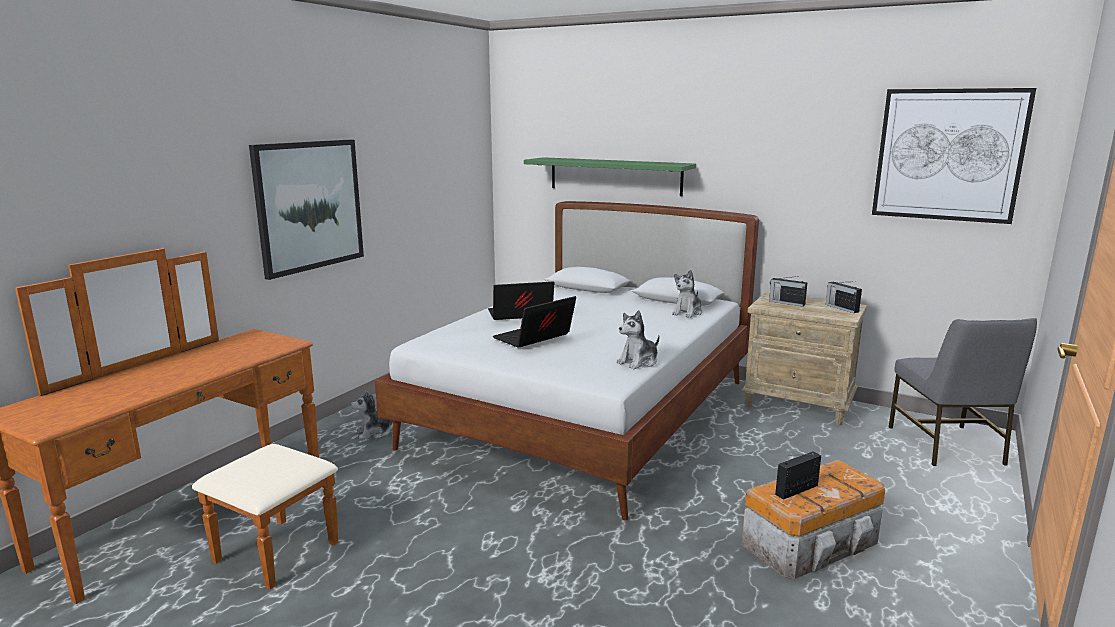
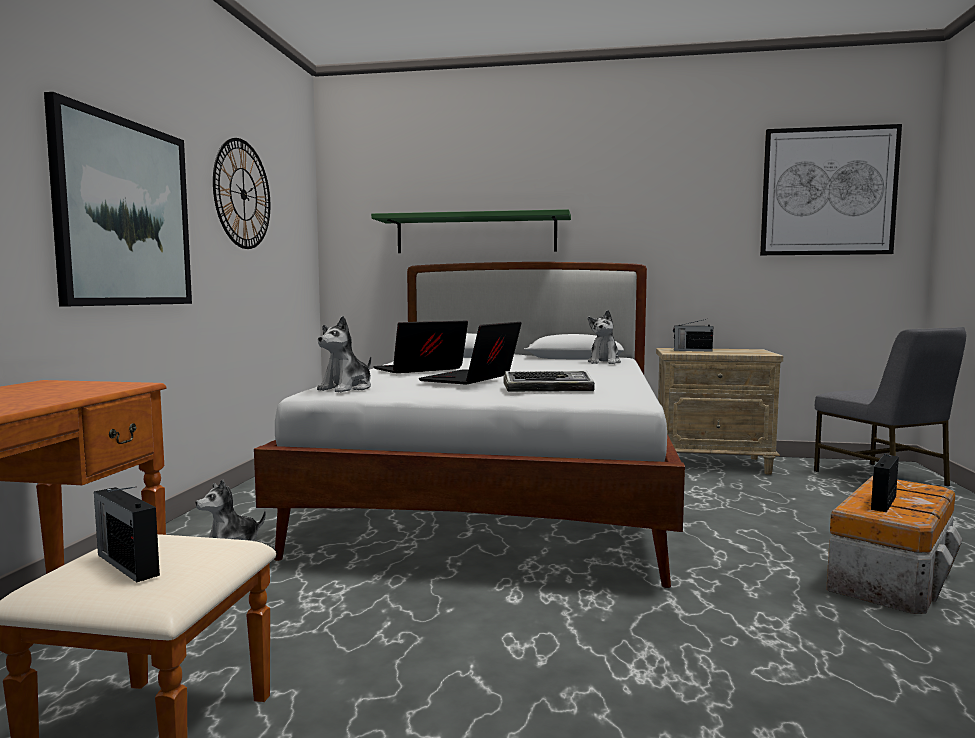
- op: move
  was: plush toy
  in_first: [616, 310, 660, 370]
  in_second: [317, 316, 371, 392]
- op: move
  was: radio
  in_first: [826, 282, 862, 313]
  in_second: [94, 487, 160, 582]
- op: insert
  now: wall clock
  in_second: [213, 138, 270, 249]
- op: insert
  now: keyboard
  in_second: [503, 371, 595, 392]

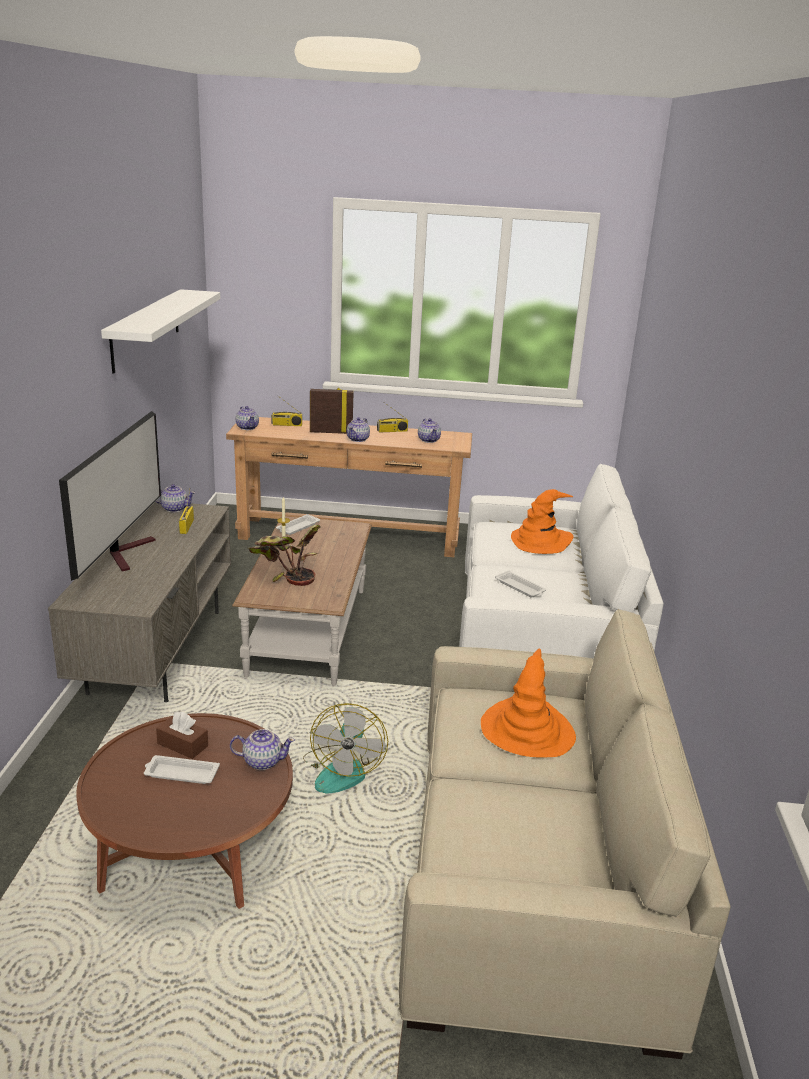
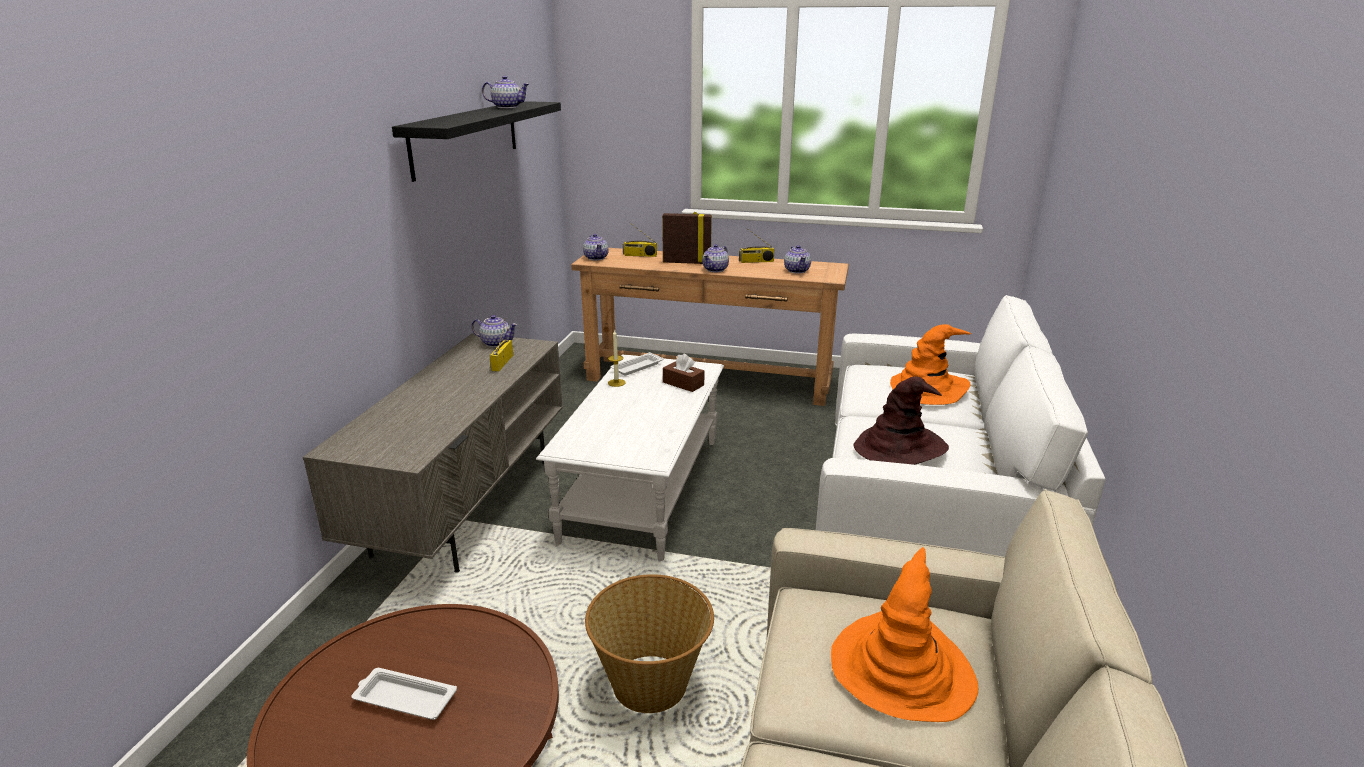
- op: delete
  was: television
  in_first: [59, 411, 161, 581]
- op: recolor
  was: white shelf
  now: black shelf
  in_first: [101, 289, 220, 374]
  in_second: [392, 101, 561, 182]
- op: move
  was: brown tissue box
  in_first: [156, 712, 208, 759]
  in_second: [663, 354, 704, 392]
- op: move
  was: teapot
  in_first: [230, 729, 295, 770]
  in_second: [482, 76, 529, 108]
- op: recolor
  was: brown coffee table
  now: white coffee table
  in_first: [232, 516, 372, 686]
  in_second: [536, 354, 724, 561]
- op: delete
  was: potted plant
  in_first: [248, 524, 321, 586]
- op: replace
  was: fan
  now: basket
  in_first: [303, 703, 388, 793]
  in_second: [585, 574, 714, 713]
- op: replace
  was: white tray
  now: brown hat
  in_first: [495, 571, 546, 598]
  in_second: [854, 376, 949, 465]

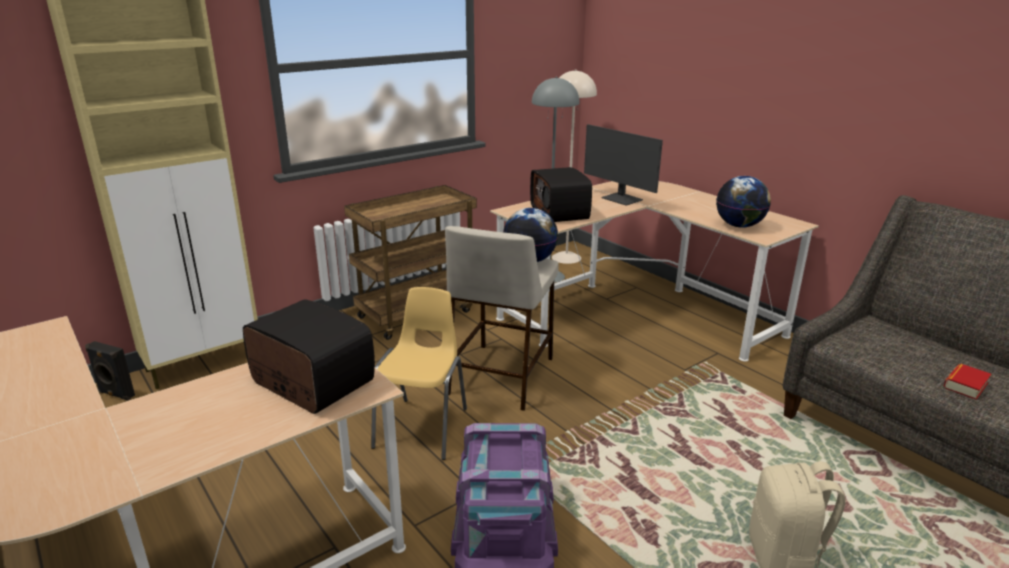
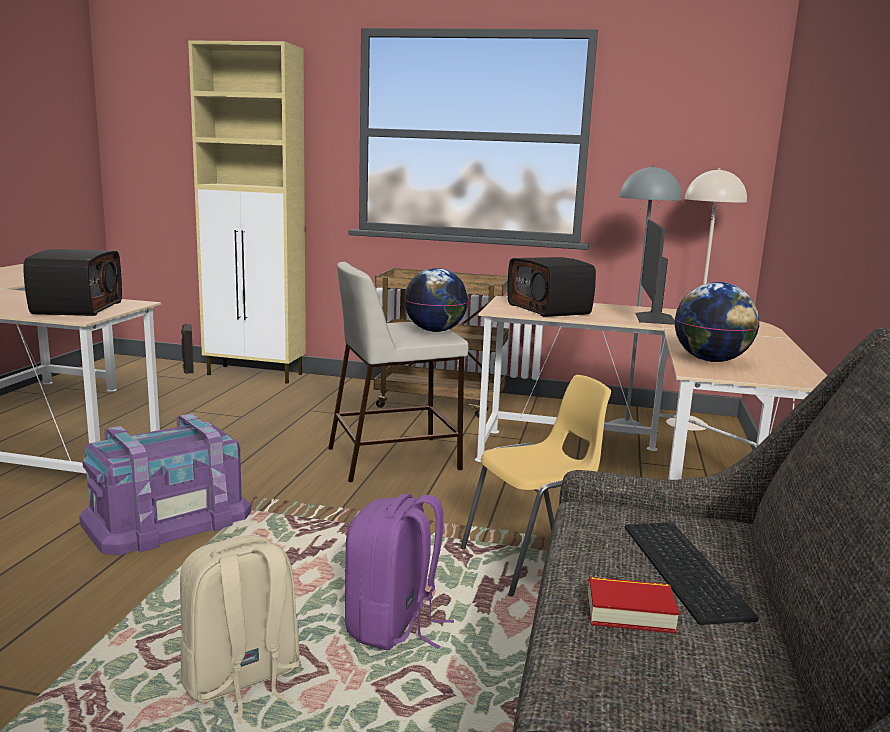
- op: move
  was: yellow chair
  in_first: [371, 287, 467, 460]
  in_second: [460, 375, 611, 596]
- op: rotate
  was: radio
  in_first: [530, 167, 592, 222]
  in_second: [507, 257, 596, 317]
  clockwise: -60
- op: insert
  now: purple backpack
  in_second: [345, 494, 454, 650]
- op: insert
  now: keyboard
  in_second: [625, 522, 759, 625]

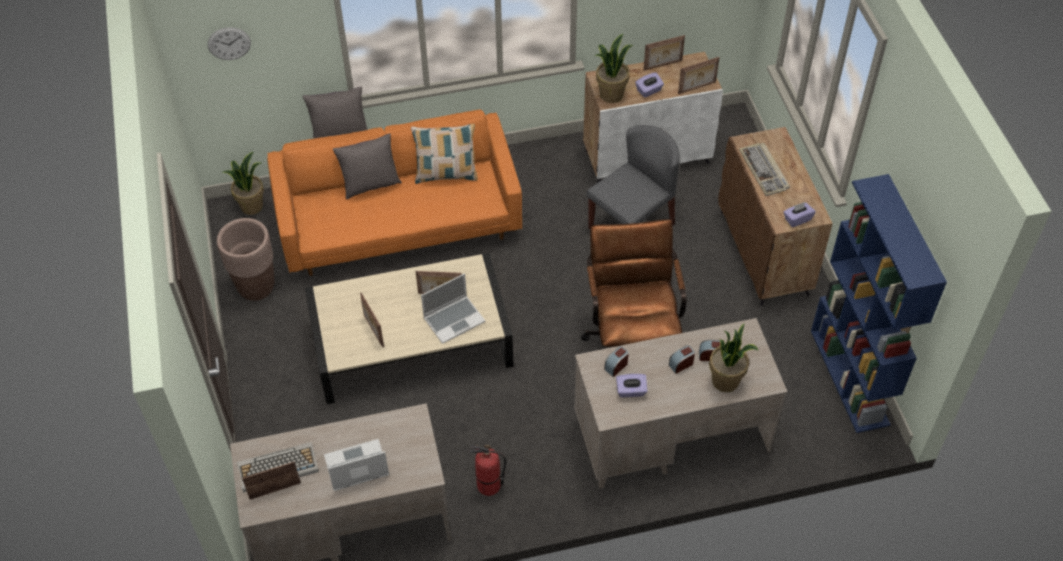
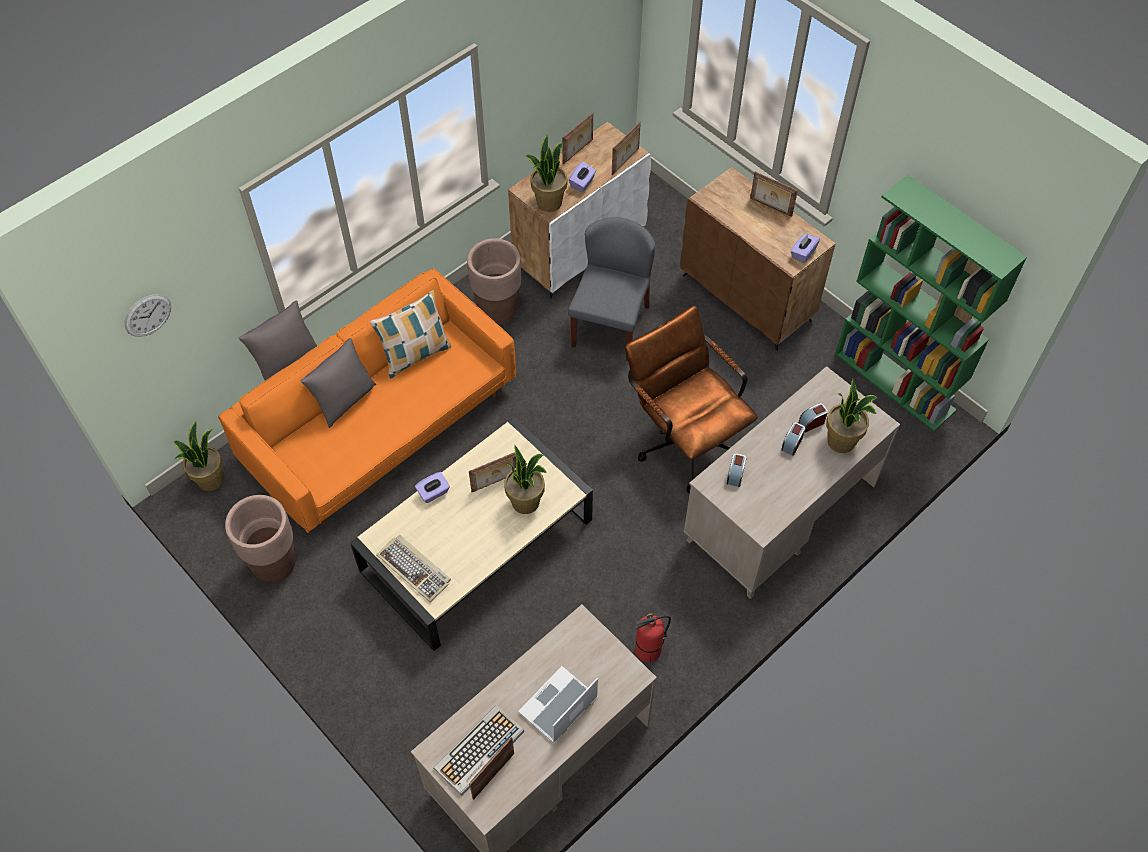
- op: move
  was: picture frame
  in_first: [360, 293, 384, 347]
  in_second: [750, 172, 798, 217]
- op: replace
  was: laptop
  now: potted plant
  in_first: [421, 273, 485, 344]
  in_second: [504, 445, 547, 514]
- op: move
  was: purple tissue box
  in_first: [616, 374, 647, 397]
  in_second: [415, 472, 450, 503]
- op: move
  was: keyboard
  in_first: [739, 143, 790, 196]
  in_second: [376, 535, 451, 602]
- op: recolor
  was: blue bookcase
  now: green bookcase
  in_first: [811, 174, 947, 433]
  in_second: [835, 175, 1027, 431]
- op: insert
  now: brown planter
  in_second: [467, 238, 521, 325]

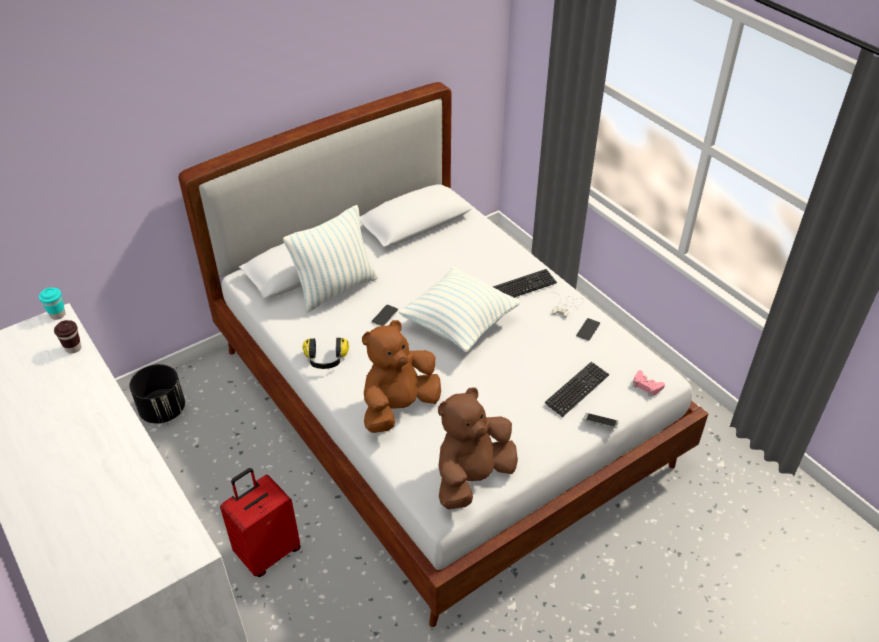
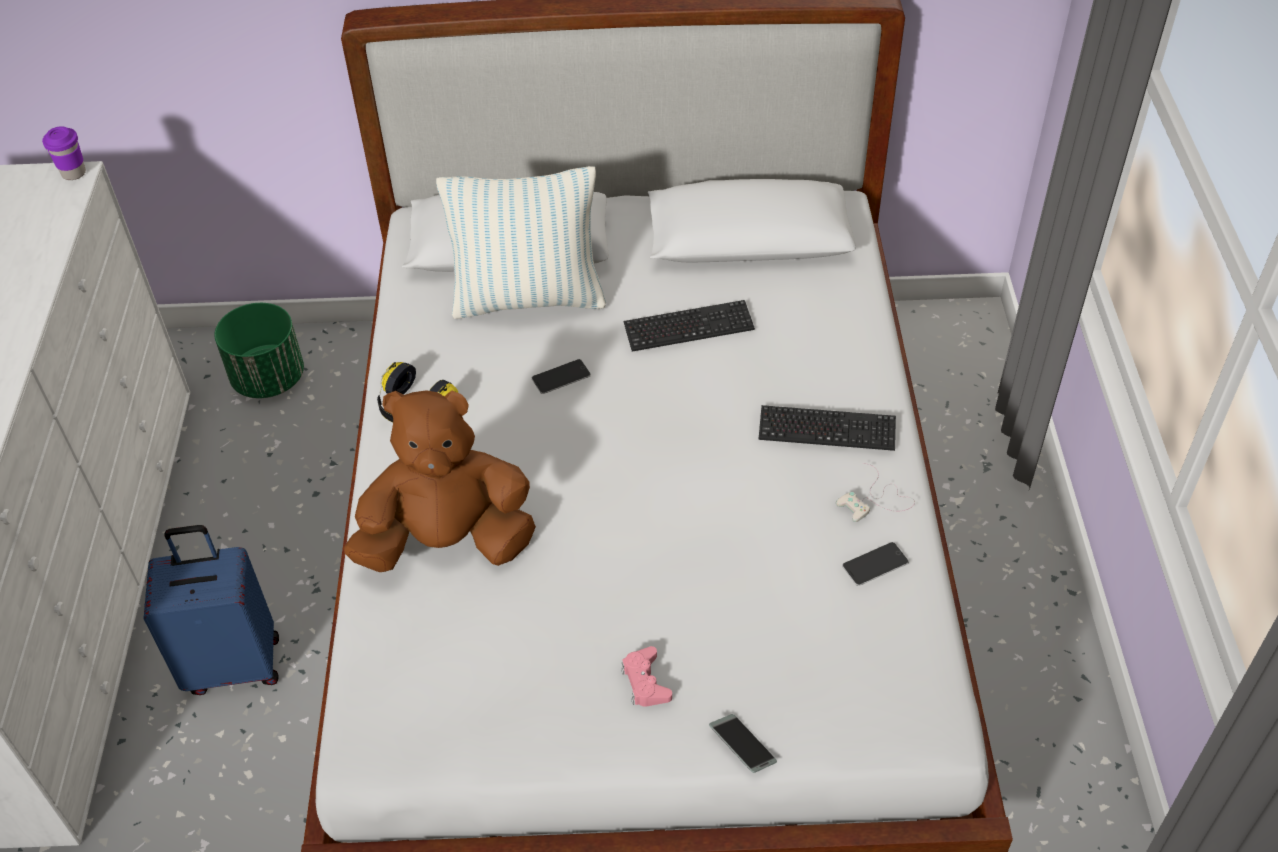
- op: recolor
  was: turquoise cup
  now: purple cup
  in_first: [39, 287, 66, 320]
  in_second: [42, 126, 86, 180]
- op: delete
  was: brown cup
  in_first: [54, 320, 81, 354]
- op: recolor
  was: black planter
  now: green planter
  in_first: [129, 364, 185, 424]
  in_second: [214, 303, 304, 398]
- op: recolor
  was: red suitcase
  now: blue suitcase
  in_first: [220, 468, 301, 577]
  in_second: [143, 525, 279, 695]
- op: delete
  was: pillow
  in_first: [399, 267, 520, 352]
- op: delete
  was: brown plush toy
  in_first: [438, 387, 518, 509]
- op: move
  was: keyboard
  in_first: [544, 362, 609, 417]
  in_second: [624, 300, 755, 352]
- op: move
  was: pink game controller
  in_first: [633, 370, 665, 396]
  in_second: [621, 646, 672, 707]

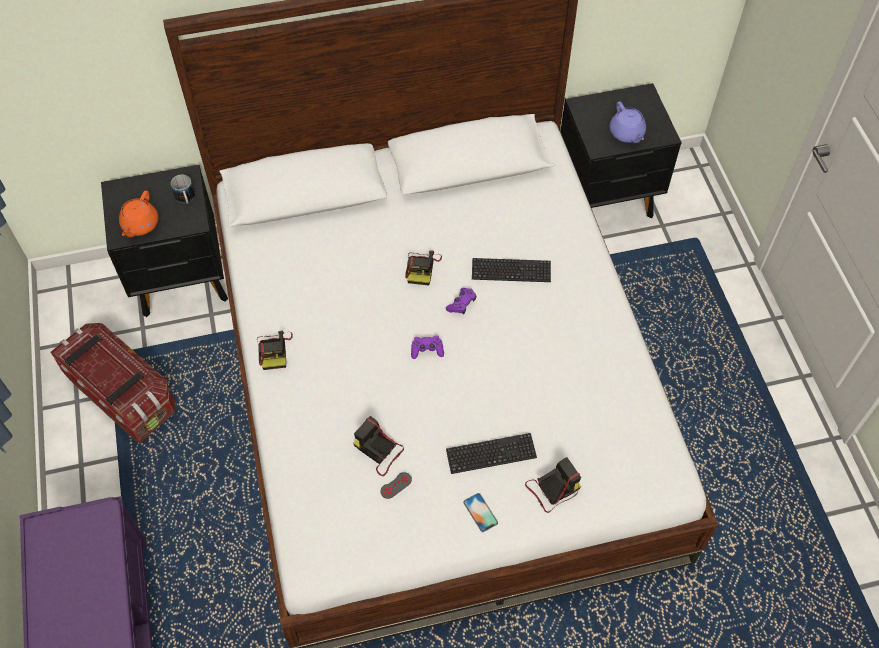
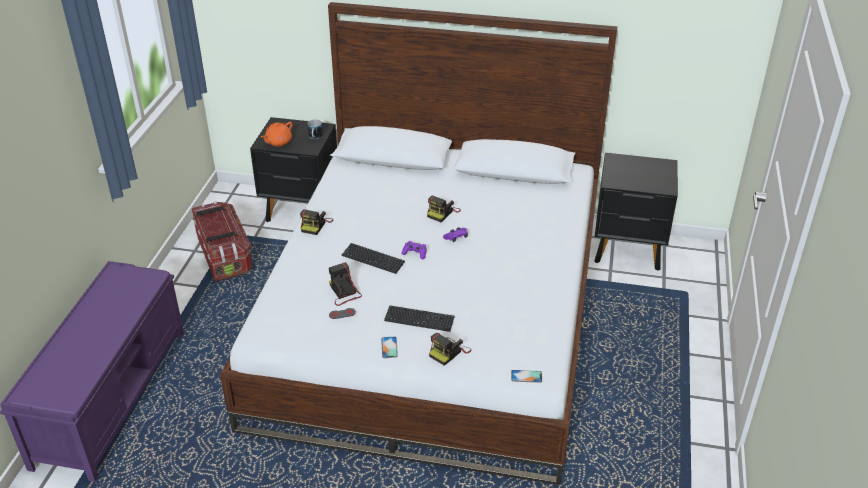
- op: move
  was: keyboard
  in_first: [472, 258, 551, 282]
  in_second: [342, 243, 405, 274]
- op: rotate
  was: photo camera
  in_first: [525, 457, 581, 513]
  in_second: [429, 333, 471, 366]
  clockwise: 135
- op: delete
  was: purple teapot
  in_first: [609, 102, 646, 143]
- op: insert
  now: phone
  in_second: [511, 370, 542, 383]

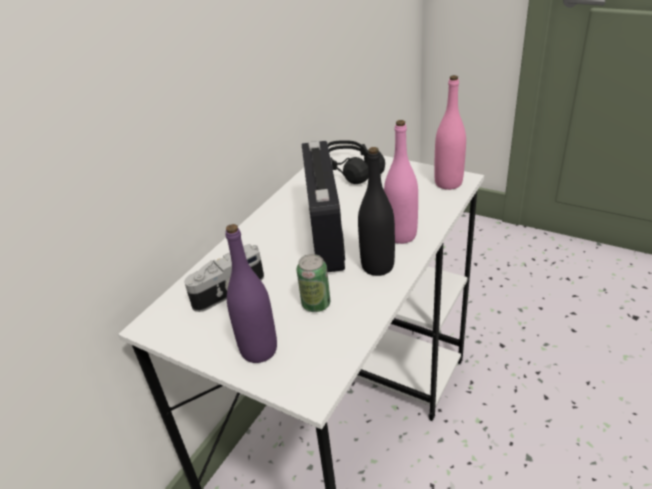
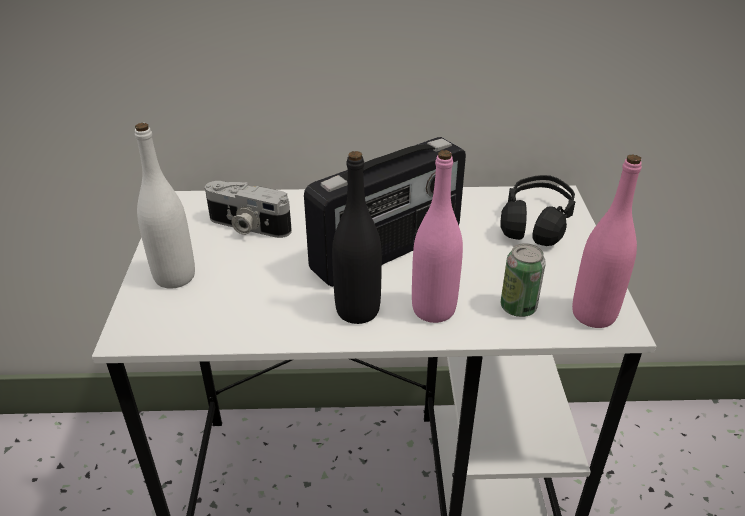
- op: recolor
  was: purple bottle
  now: white bottle
  in_first: [225, 224, 277, 363]
  in_second: [135, 123, 195, 289]
- op: move
  was: can
  in_first: [297, 254, 330, 312]
  in_second: [500, 243, 546, 317]

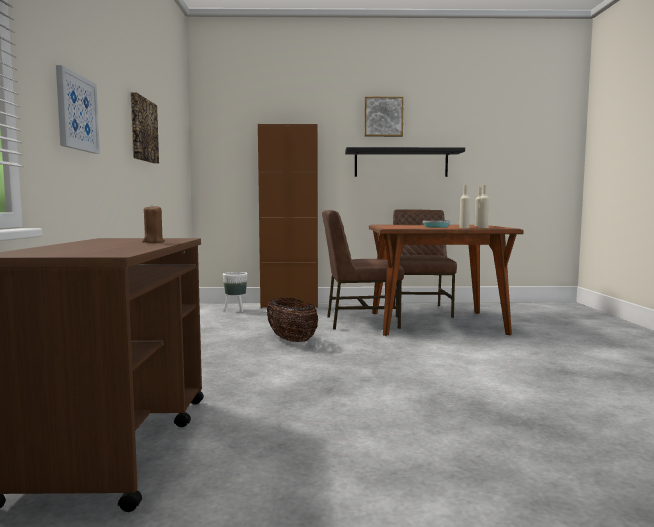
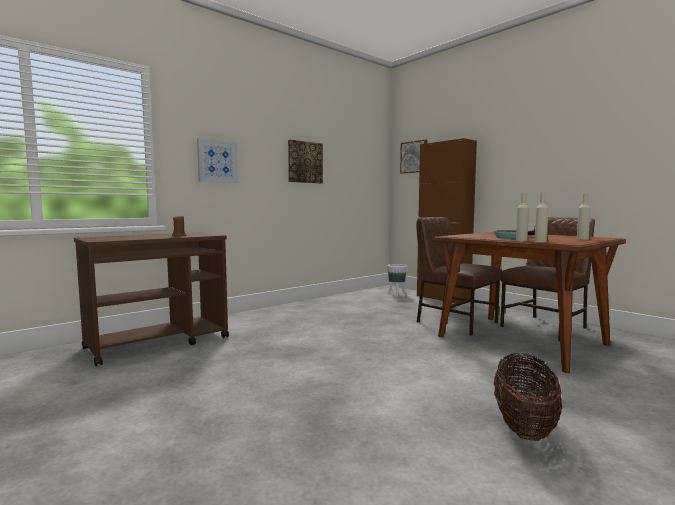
- op: move
  was: basket
  in_first: [267, 298, 318, 342]
  in_second: [494, 354, 562, 441]
- op: delete
  was: black shelf
  in_first: [345, 147, 465, 177]
- op: move
  was: picture
  in_first: [364, 97, 404, 137]
  in_second: [400, 139, 427, 174]

